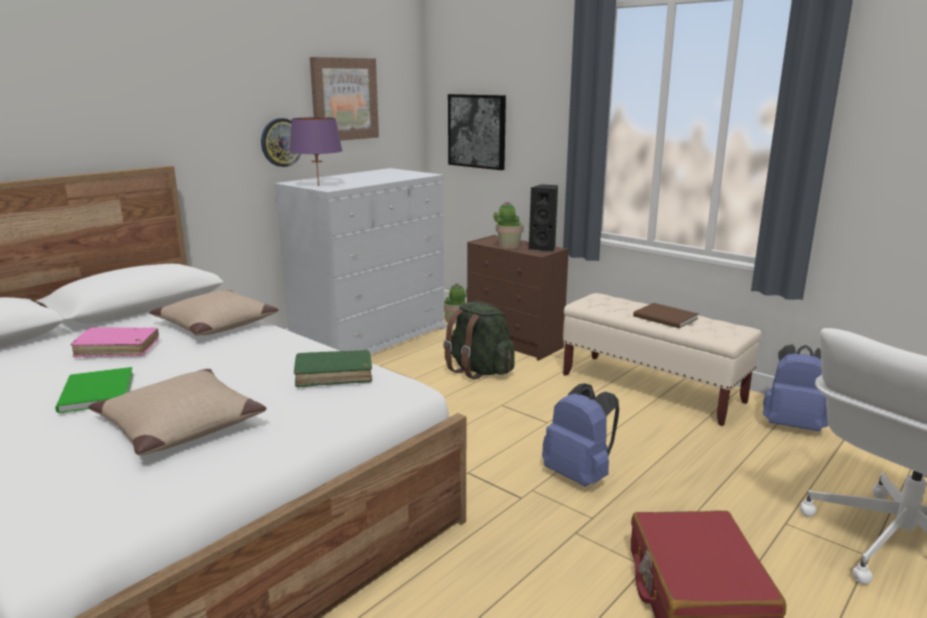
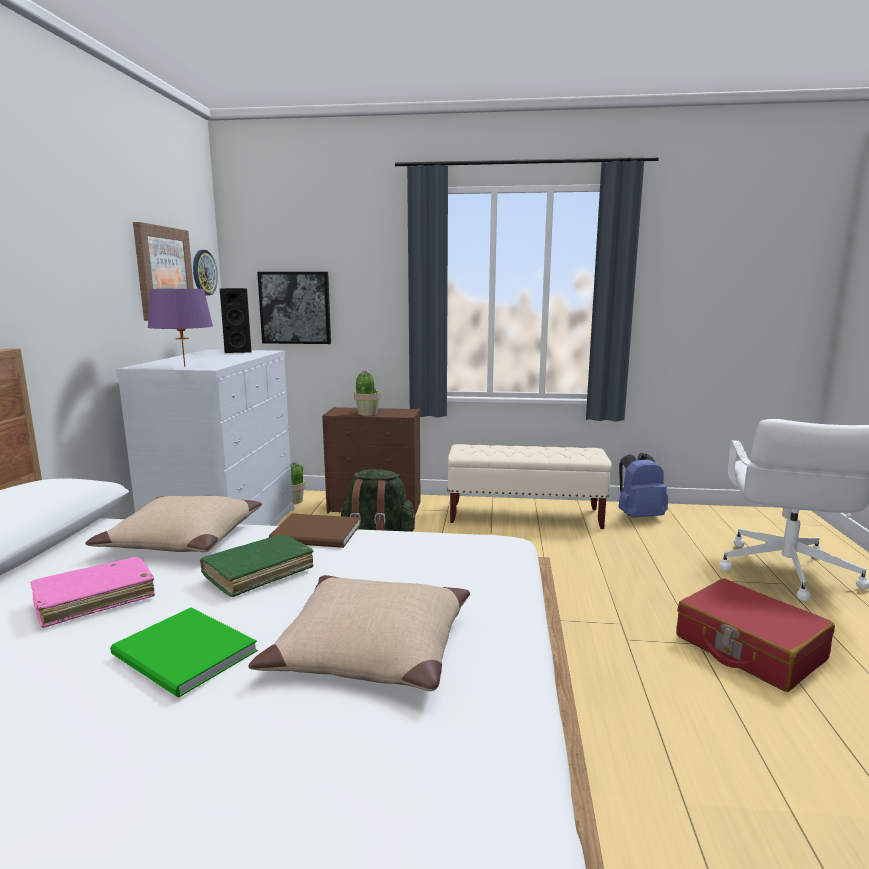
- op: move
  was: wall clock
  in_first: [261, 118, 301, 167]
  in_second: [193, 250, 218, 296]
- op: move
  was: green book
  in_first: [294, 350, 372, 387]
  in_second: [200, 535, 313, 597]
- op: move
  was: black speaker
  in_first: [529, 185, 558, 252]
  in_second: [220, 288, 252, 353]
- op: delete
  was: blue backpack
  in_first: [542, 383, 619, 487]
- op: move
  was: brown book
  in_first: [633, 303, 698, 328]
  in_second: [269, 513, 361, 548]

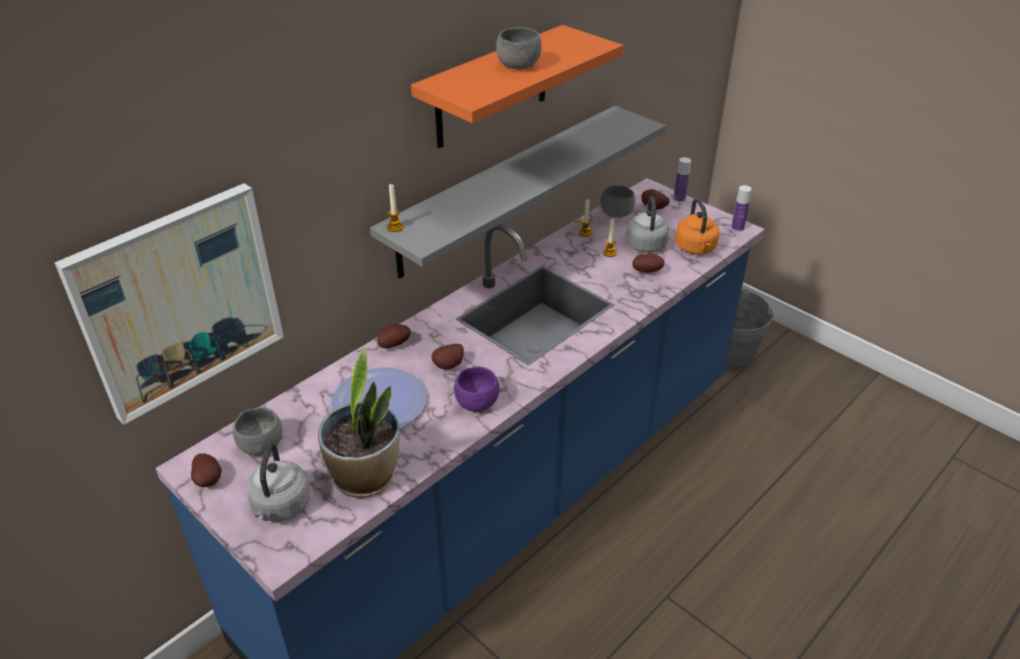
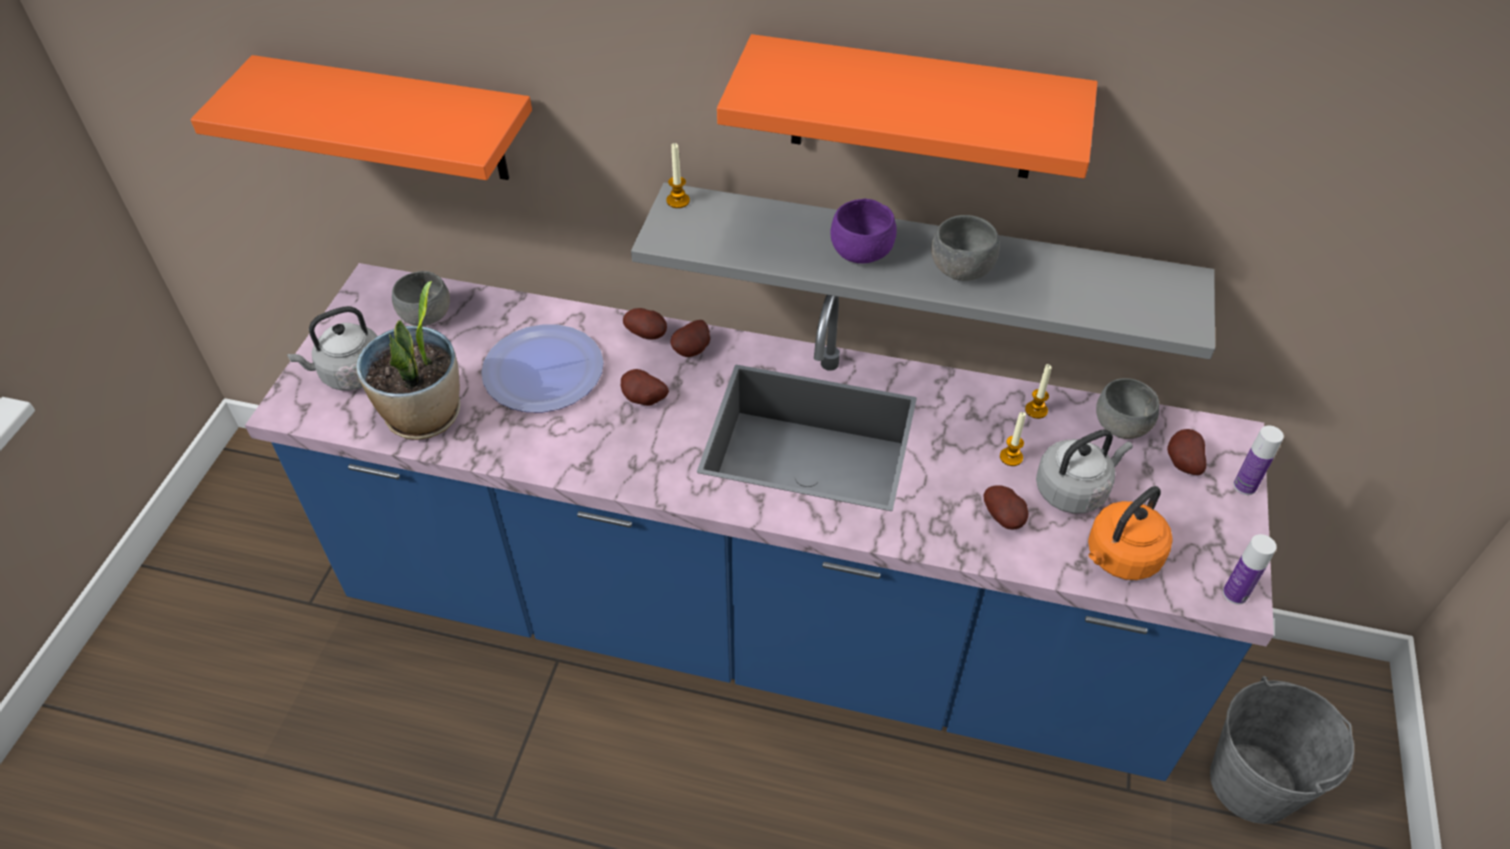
- op: replace
  was: picture
  now: orange shelf
  in_first: [55, 183, 284, 425]
  in_second: [190, 55, 532, 180]
- op: move
  was: potato
  in_first: [191, 453, 222, 487]
  in_second: [671, 320, 710, 357]
- op: move
  was: purple bowl
  in_first: [454, 366, 500, 412]
  in_second: [830, 198, 897, 263]
- op: move
  was: grey bowl
  in_first: [496, 27, 541, 69]
  in_second: [931, 215, 999, 281]

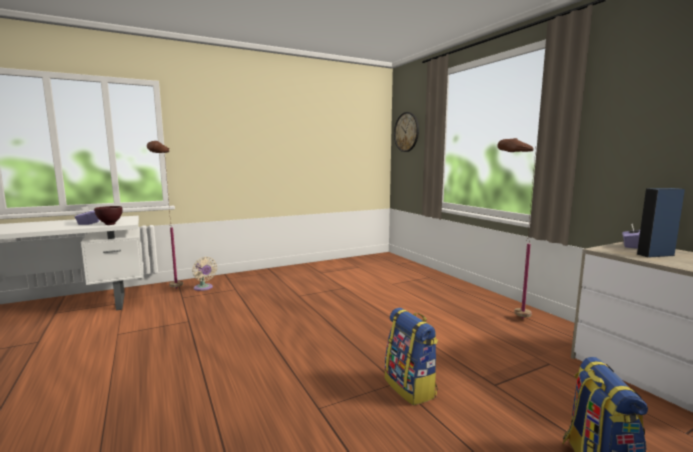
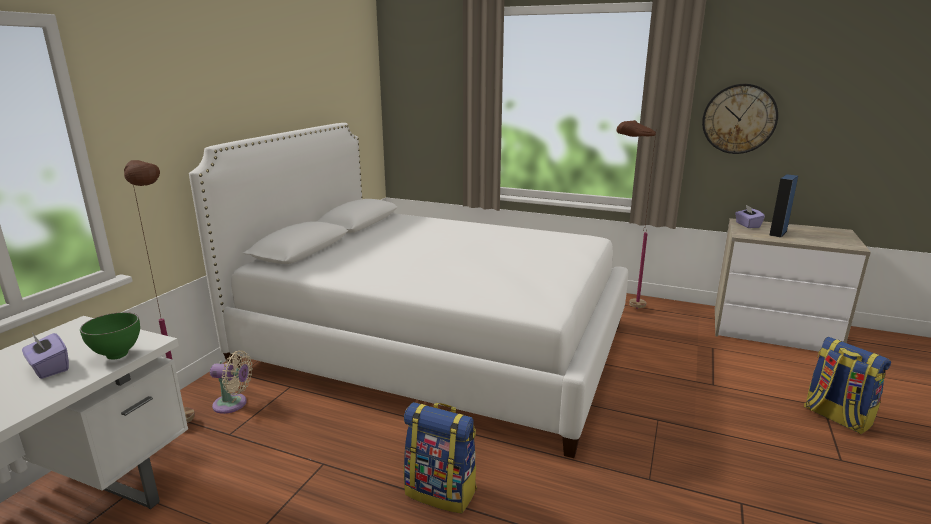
- op: recolor
  was: brown bowl
  now: green bowl
  in_first: [94, 206, 122, 225]
  in_second: [80, 312, 140, 360]
- op: move
  was: backpack
  in_first: [385, 308, 438, 405]
  in_second: [404, 402, 477, 514]
- op: move
  was: wall clock
  in_first: [394, 112, 419, 152]
  in_second: [702, 84, 778, 154]
- op: insert
  now: white bed
  in_second: [189, 123, 628, 458]

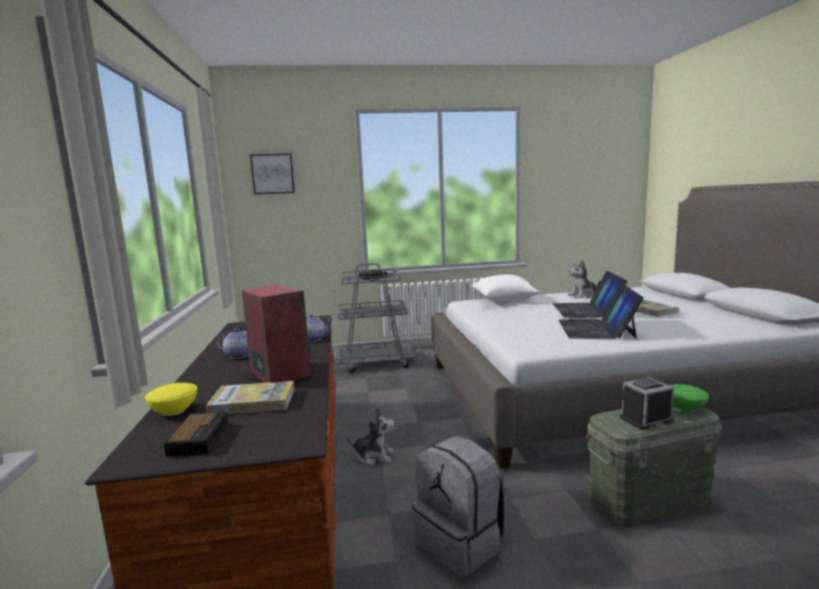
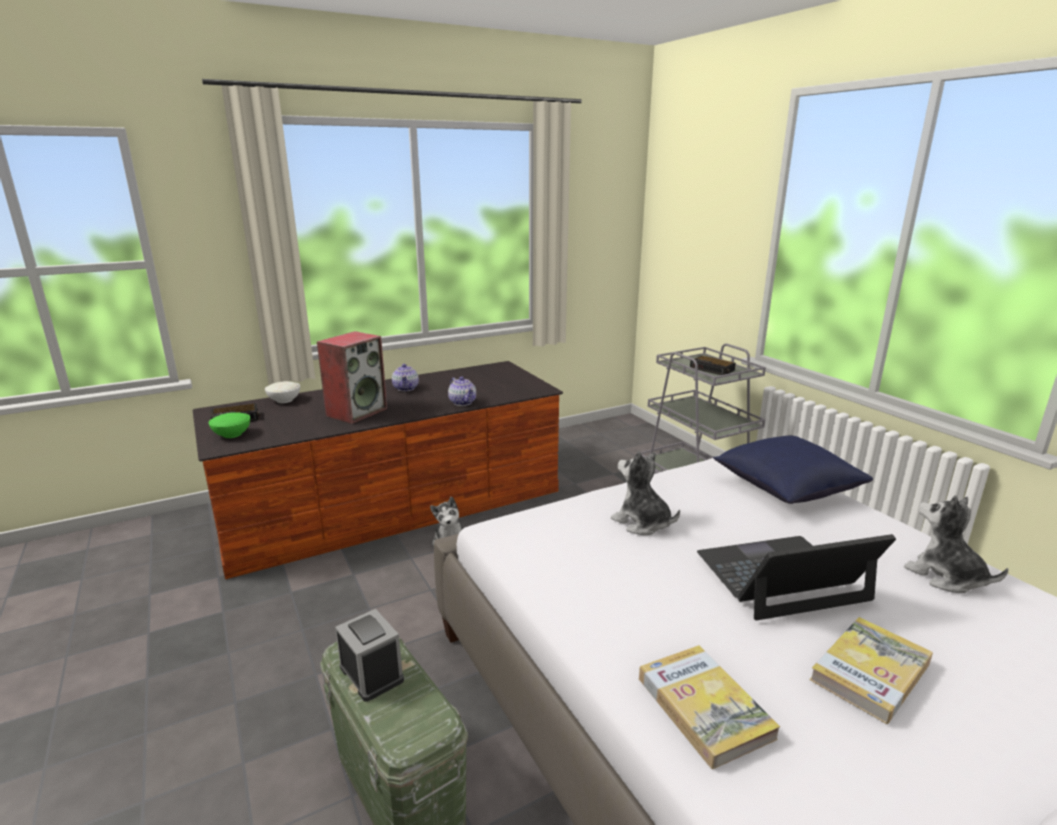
- op: recolor
  was: yellow bowl
  now: white bowl
  in_first: [145, 383, 197, 416]
  in_second: [265, 381, 300, 403]
- op: move
  was: book
  in_first: [206, 381, 294, 414]
  in_second: [639, 645, 780, 769]
- op: delete
  was: picture
  in_first: [250, 154, 295, 194]
- op: delete
  was: grey backpack
  in_first: [412, 436, 507, 577]
- op: recolor
  was: white pillow
  now: blue pillow
  in_first: [471, 274, 539, 302]
  in_second: [713, 436, 873, 504]
- op: delete
  was: laptop
  in_first: [559, 283, 644, 339]
- op: move
  was: green bowl
  in_first: [669, 384, 709, 412]
  in_second: [209, 412, 250, 438]
- op: insert
  now: plush toy
  in_second: [611, 451, 680, 535]

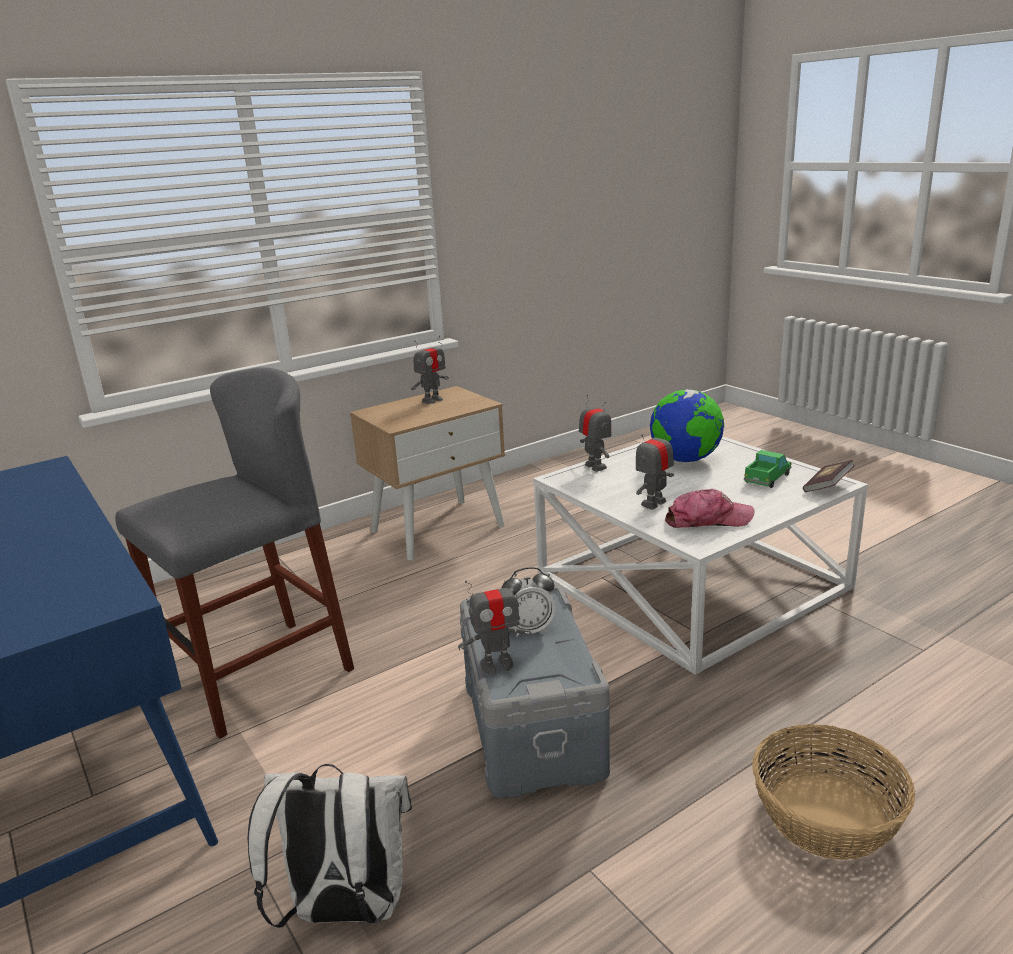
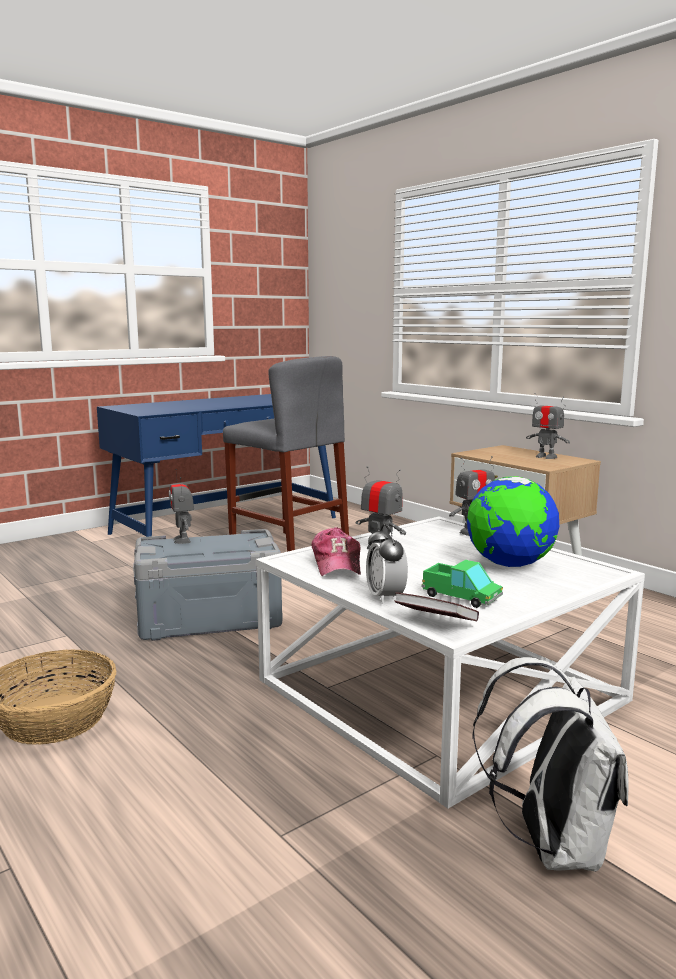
- op: move
  was: white backpack
  in_first: [247, 764, 412, 928]
  in_second: [472, 657, 629, 872]
- op: move
  was: alarm clock
  in_first: [501, 567, 556, 637]
  in_second: [366, 524, 408, 604]

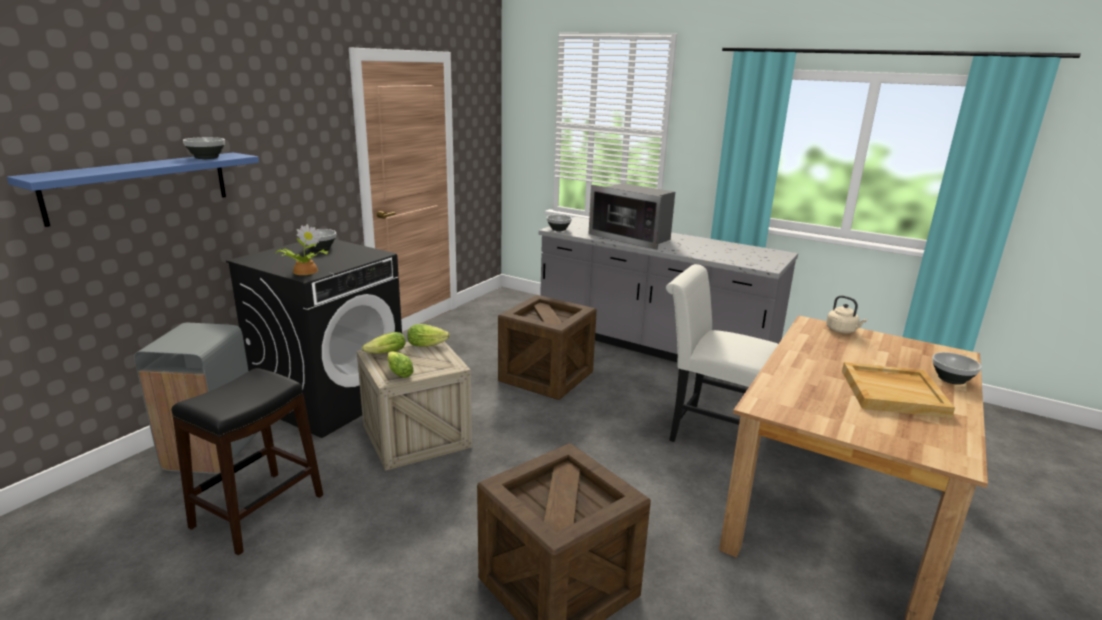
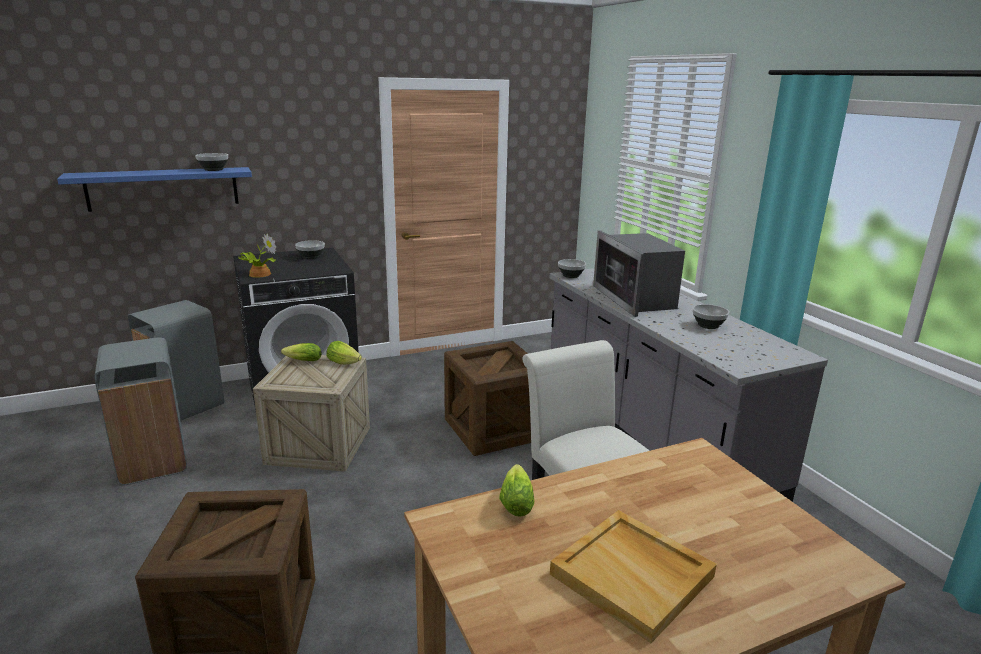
- op: replace
  was: black stool
  now: grey trash can
  in_first: [171, 368, 323, 556]
  in_second: [94, 337, 187, 485]
- op: move
  was: lettuce
  in_first: [387, 351, 414, 378]
  in_second: [499, 464, 534, 517]
- op: delete
  was: beige kettle
  in_first: [826, 295, 867, 333]
- op: move
  was: bowl
  in_first: [932, 352, 982, 385]
  in_second: [693, 304, 729, 329]

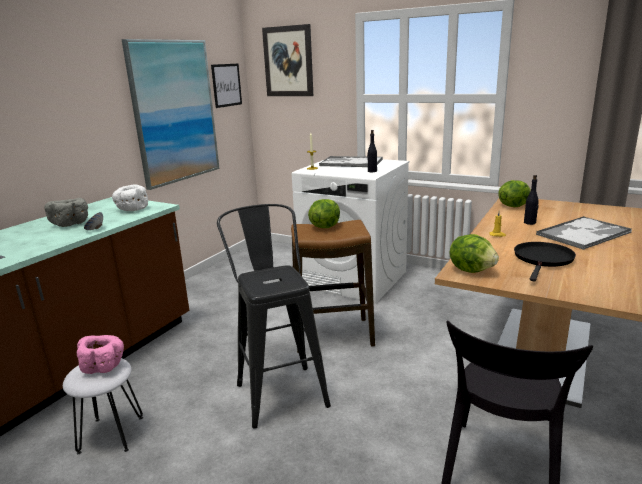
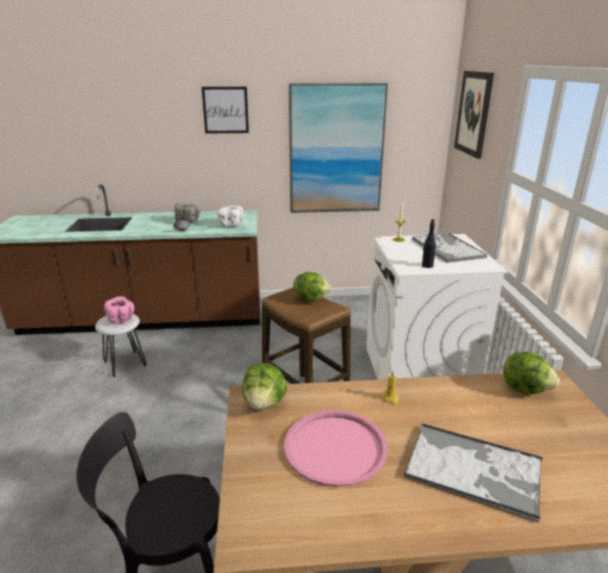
- op: move
  was: picture
  in_first: [211, 64, 242, 108]
  in_second: [202, 87, 249, 134]
- op: delete
  was: black stool
  in_first: [217, 204, 331, 429]
- op: replace
  was: black frying pan
  now: pink tray
  in_first: [514, 242, 576, 281]
  in_second: [284, 410, 388, 487]
- op: delete
  was: black bottle
  in_first: [524, 175, 539, 225]

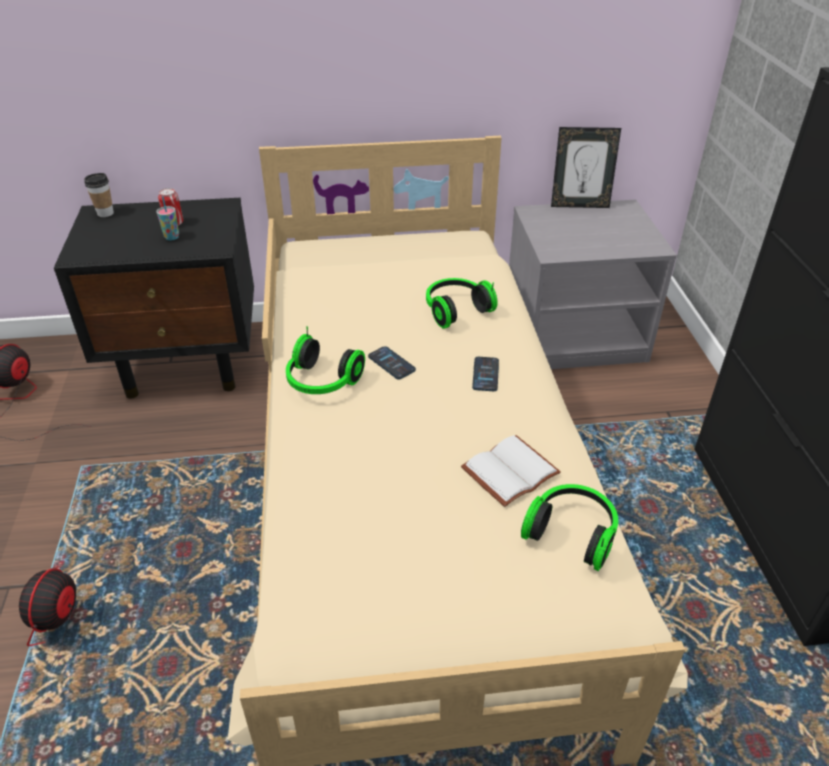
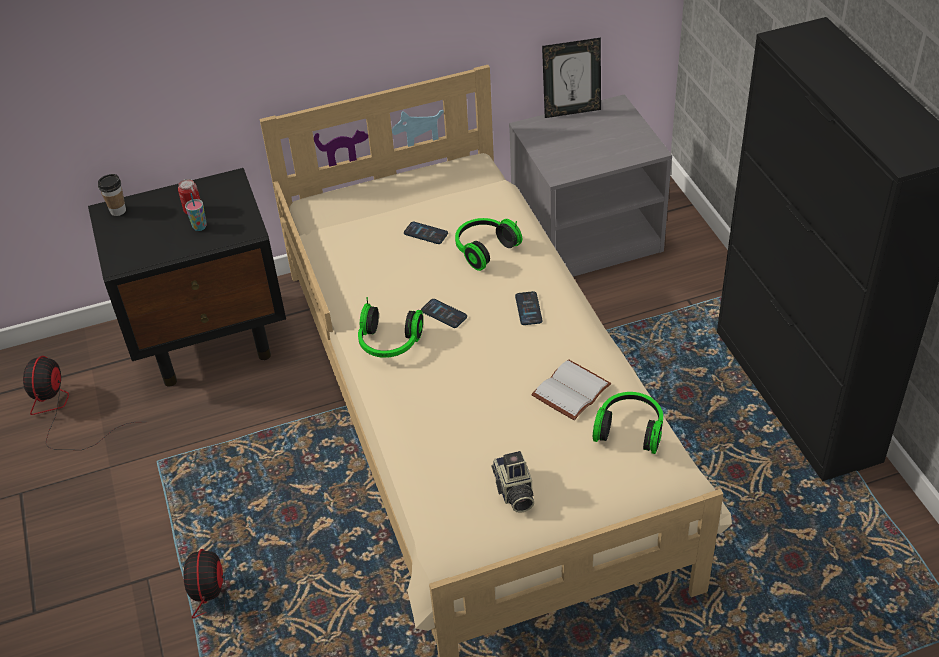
- op: insert
  now: phone
  in_second: [404, 222, 448, 244]
- op: insert
  now: photo camera
  in_second: [491, 451, 534, 513]

